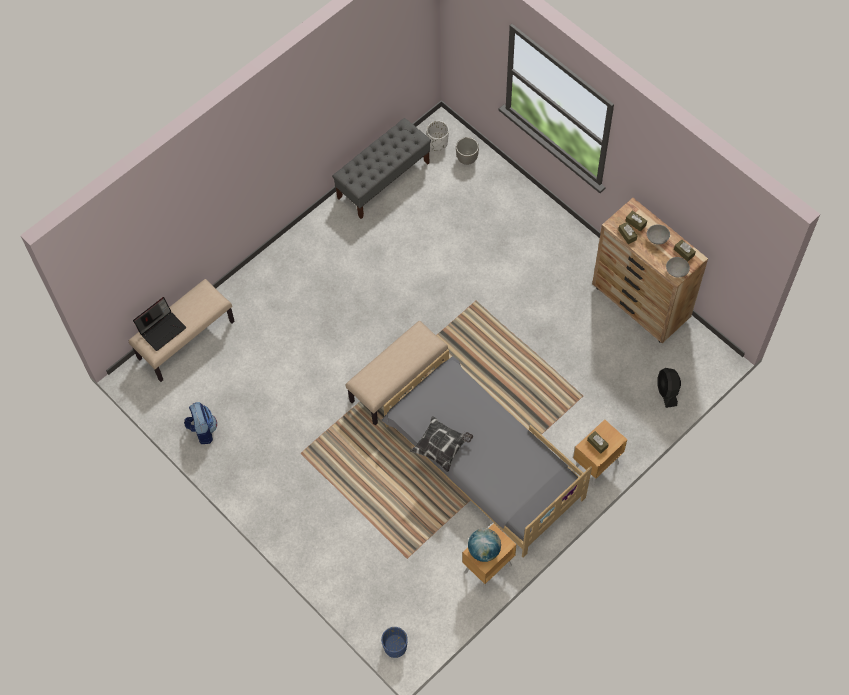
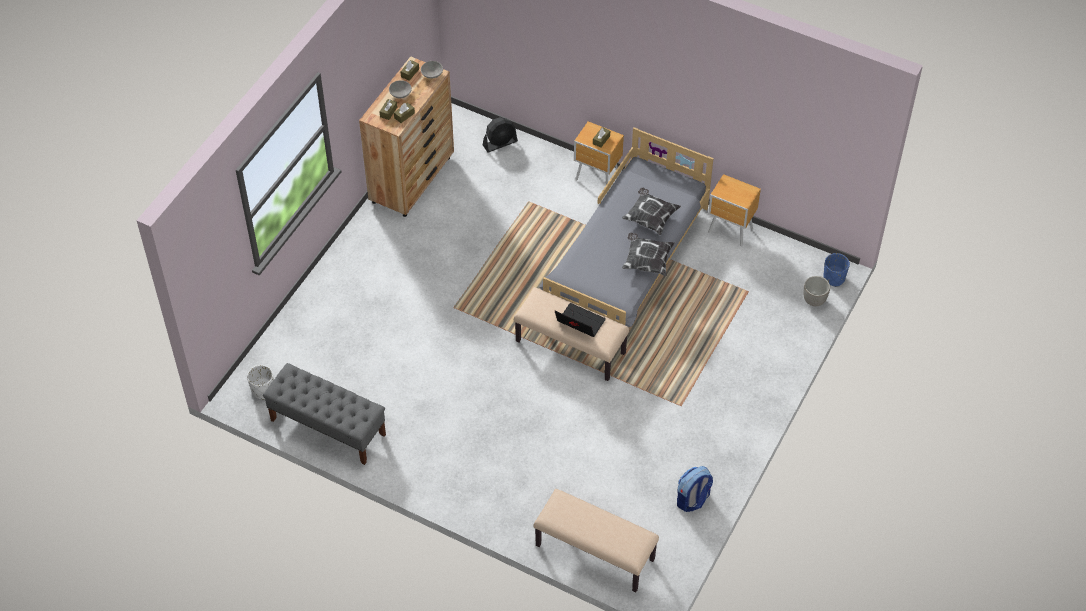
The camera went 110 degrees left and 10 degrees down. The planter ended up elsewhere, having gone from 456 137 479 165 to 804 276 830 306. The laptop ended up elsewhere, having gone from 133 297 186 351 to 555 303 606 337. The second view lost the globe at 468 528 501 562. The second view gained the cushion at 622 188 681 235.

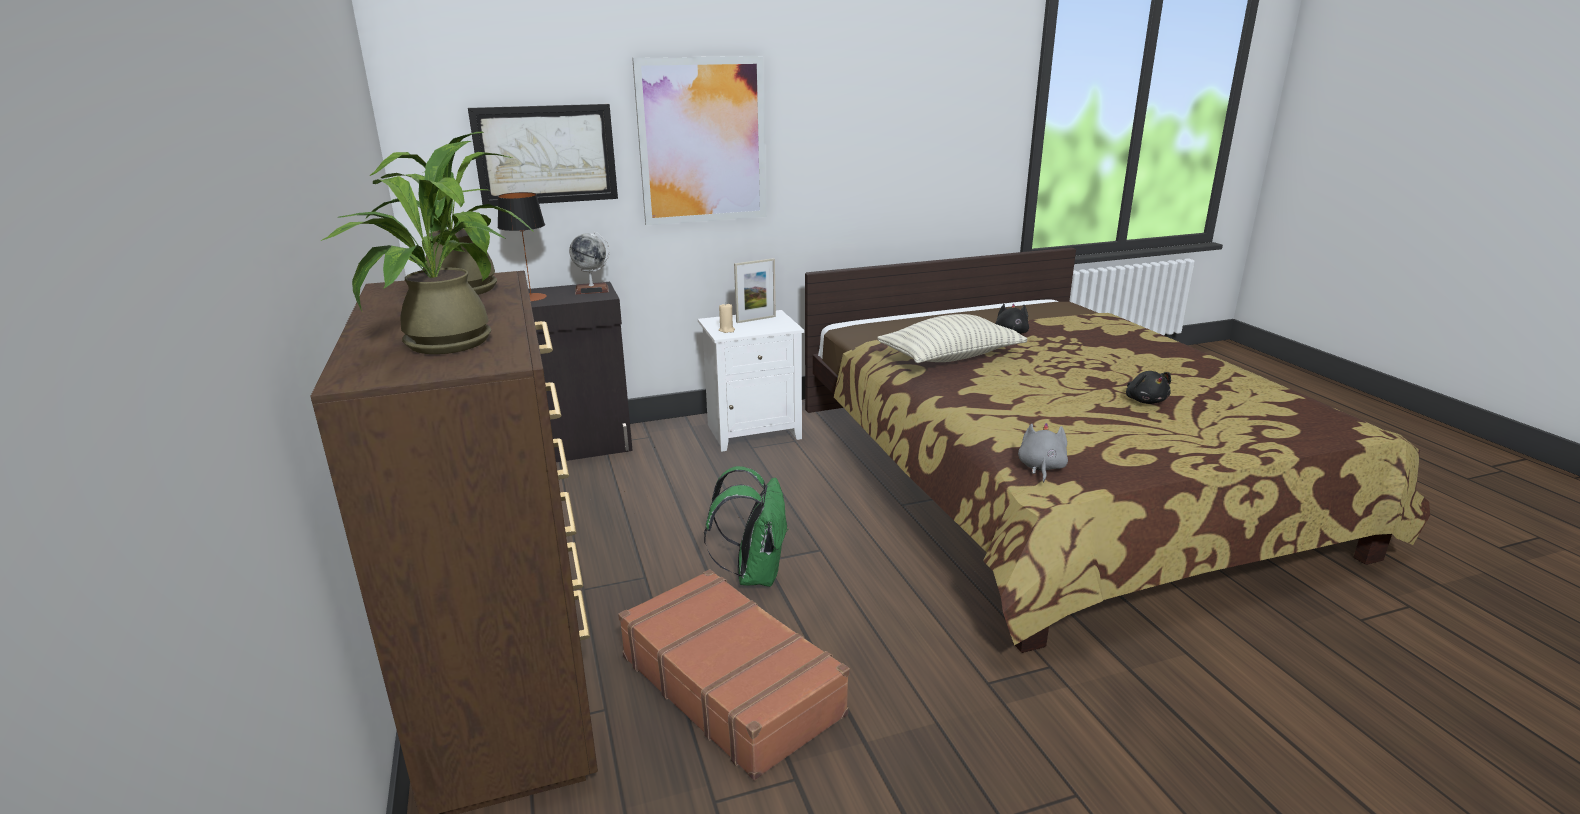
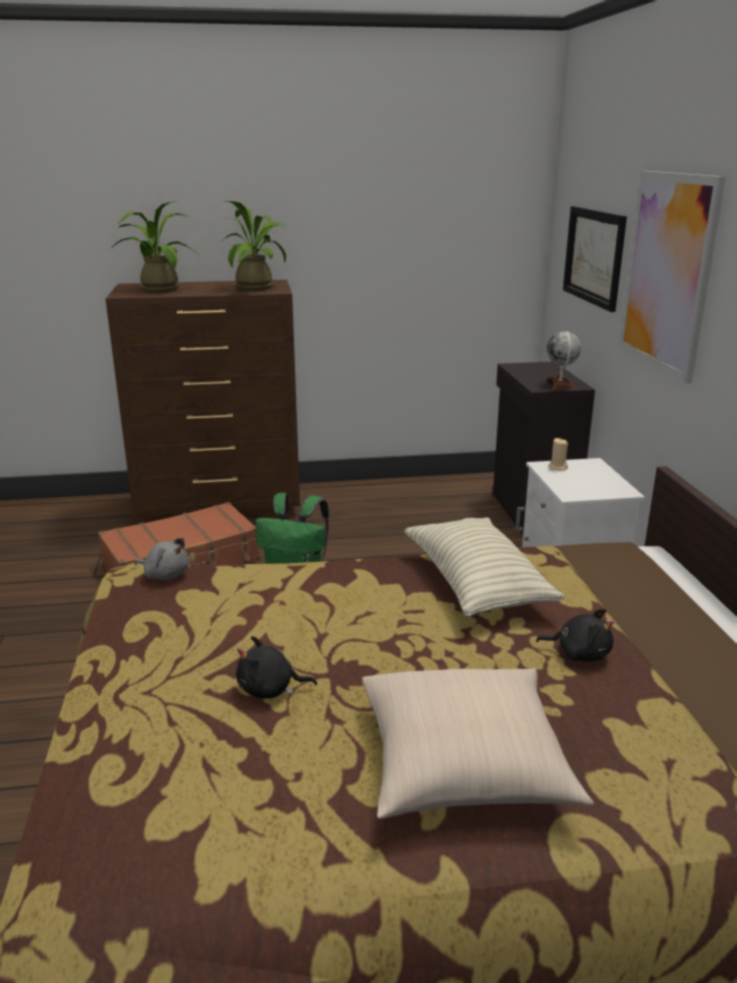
The camera went 100 degrees right and 0 degrees up. The second view lost the tabletop lamp at 498 192 547 301. The second view lost the standing frame at 734 258 776 323. The second view gained the beige cushion at 362 668 594 819.

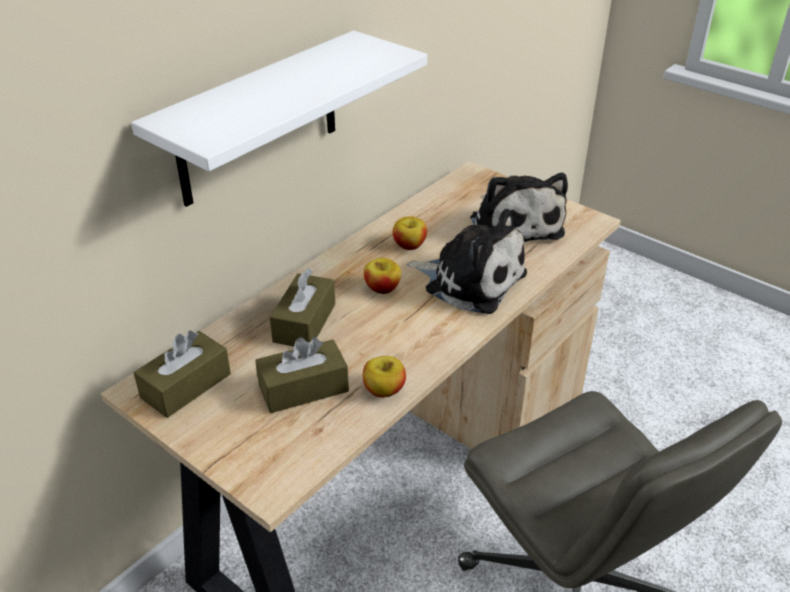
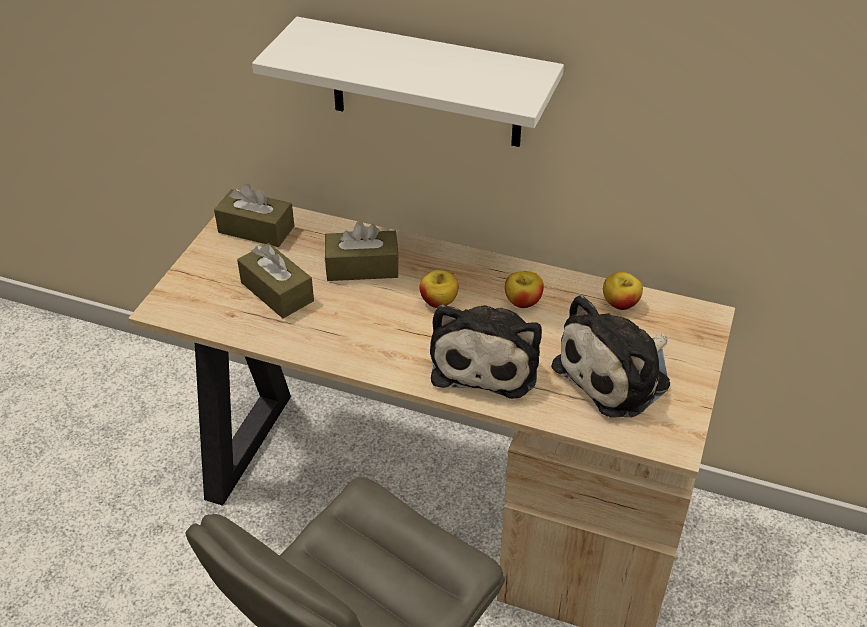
The camera went 70 degrees right and 5 degrees up. The whole apple ended up elsewhere, having gone from 363 356 406 397 to 603 272 643 310.

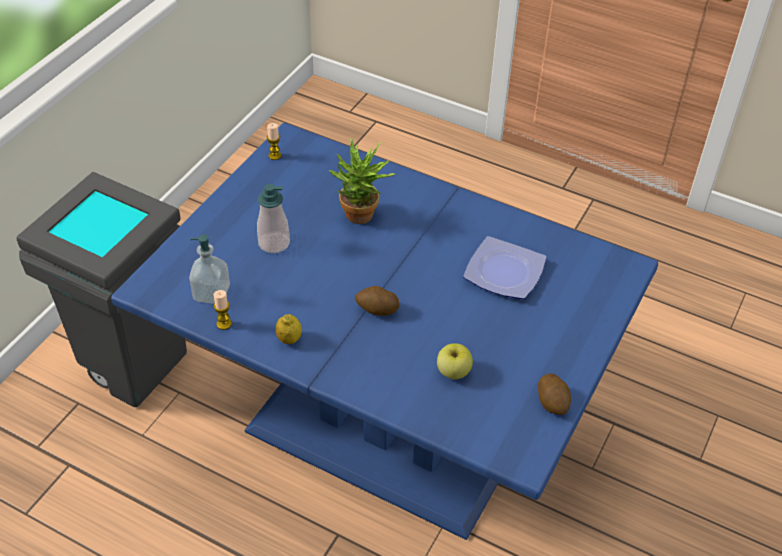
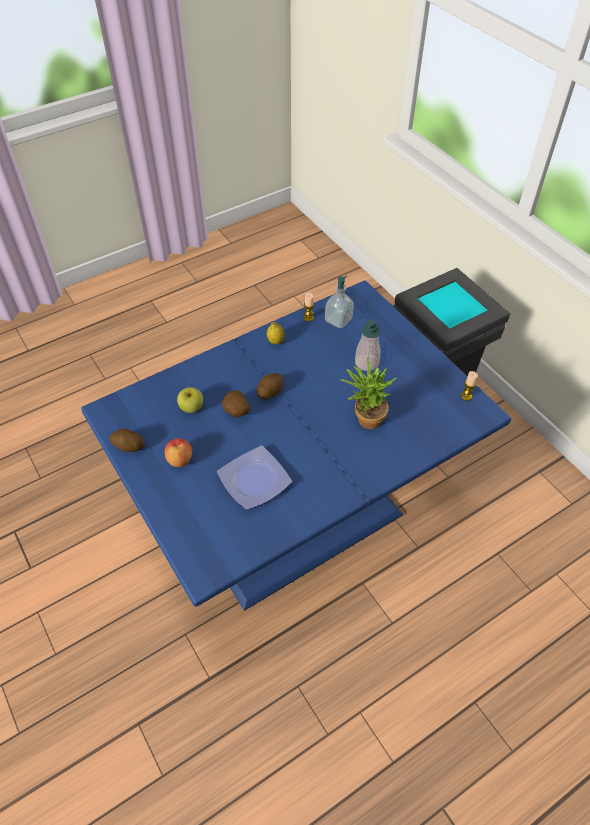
The camera went 120 degrees right and 5 degrees up. The second view gained the spud at 222 390 250 417. The second view gained the whole apple at 164 438 192 467.

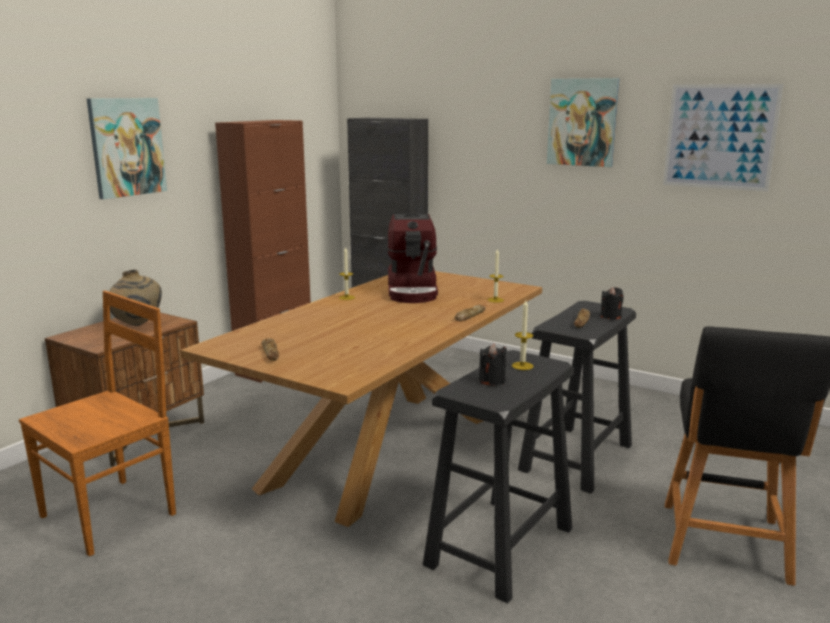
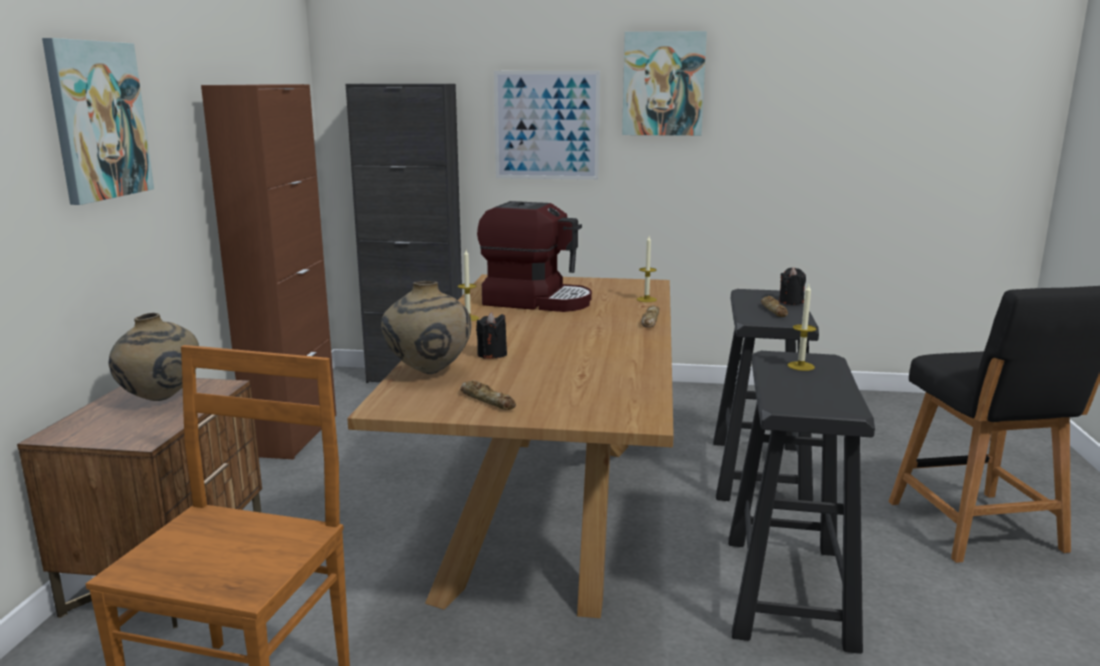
The camera went 25 degrees left and 0 degrees up. The wall art ended up elsewhere, having gone from 663 84 783 191 to 494 71 600 180. The coffee brewer at 387 214 438 303 ended up facing another way, 45 degrees counterclockwise from before. The blackish wax light ended up elsewhere, having gone from 479 344 507 386 to 476 312 507 359. The second view gained the beige decorative vase at 381 281 471 374.

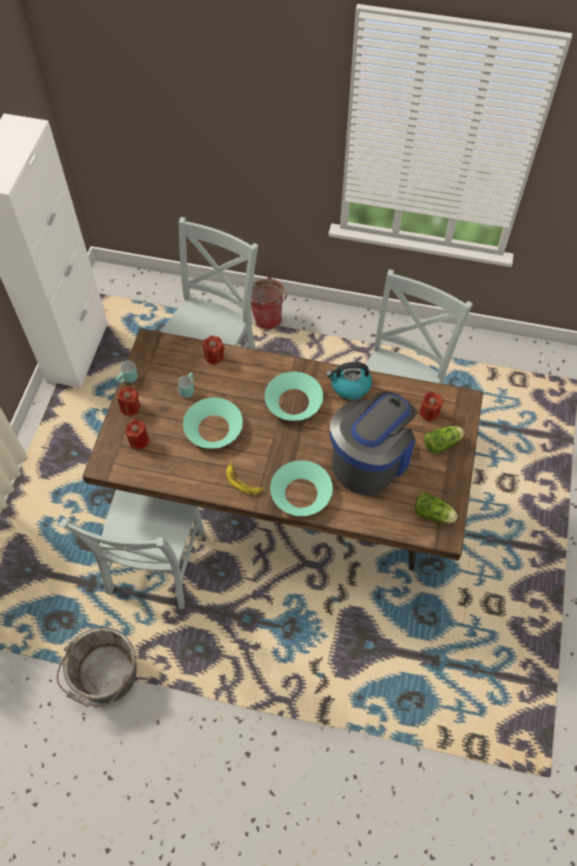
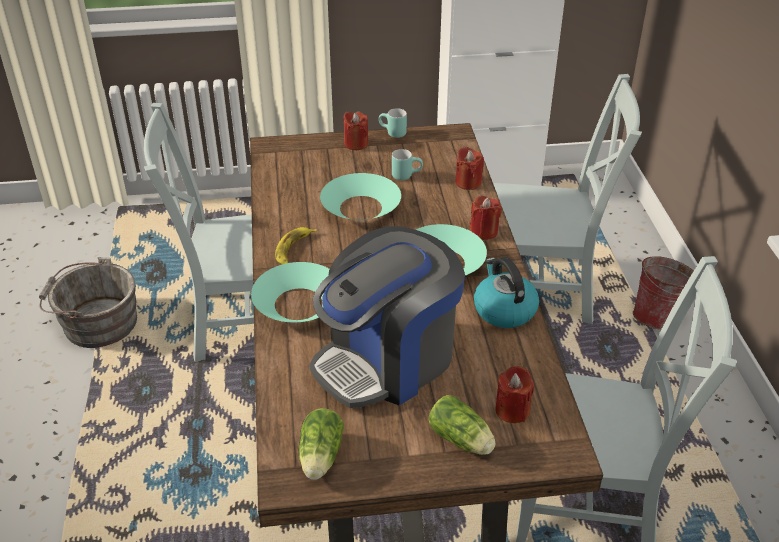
The camera went 70 degrees right and 20 degrees down. The coffee brewer at 330 391 417 496 ended up facing another way, 120 degrees clockwise from before. The reddish wax light ended up elsewhere, having gone from 125 419 149 449 to 470 196 502 240.

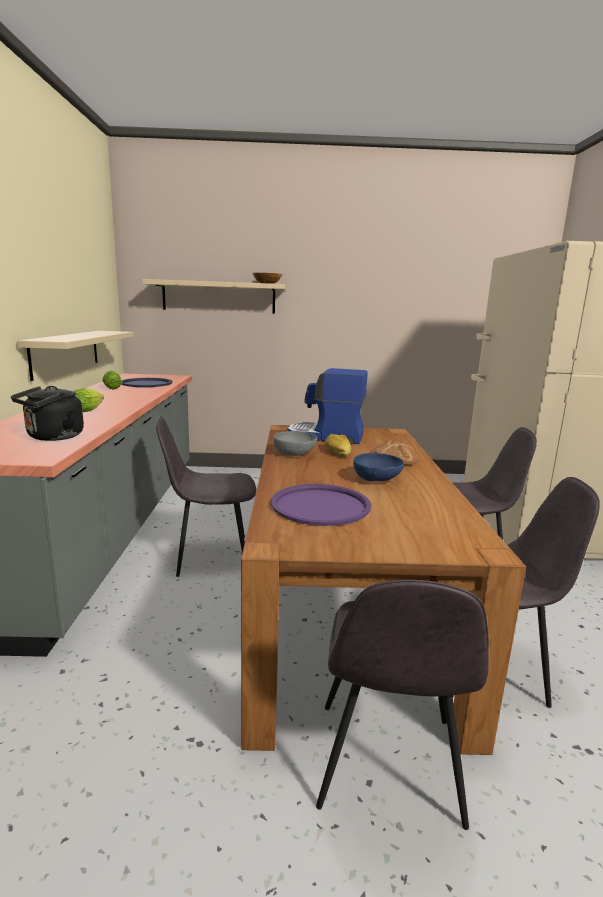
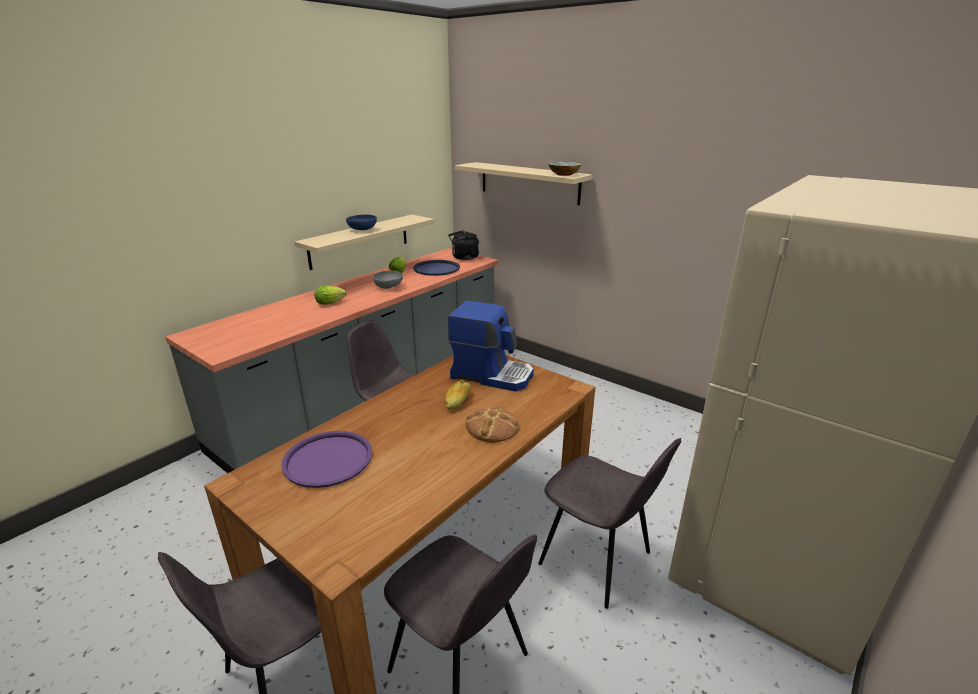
The camera went 40 degrees right and 10 degrees up. The coffee brewer at 287 368 368 444 ended up facing another way, 150 degrees clockwise from before. The blackish water kettle ended up elsewhere, having gone from 11 386 84 441 to 448 230 479 260. The grey deep dish ended up elsewhere, having gone from 273 431 317 456 to 373 271 403 289. The bluish deep dish ended up elsewhere, having gone from 353 453 404 481 to 346 214 377 230.

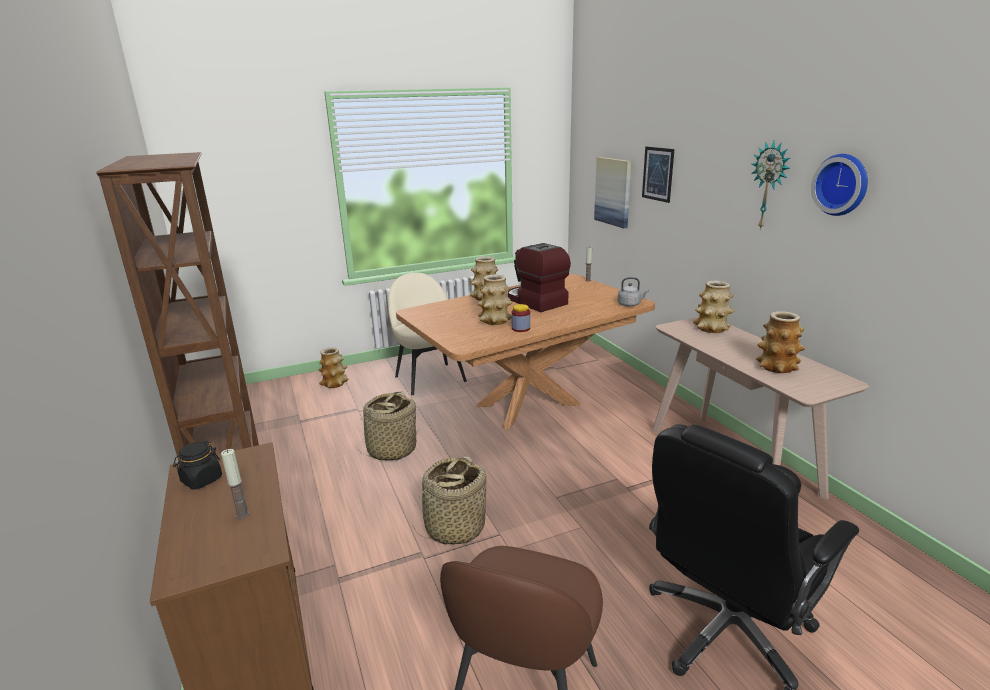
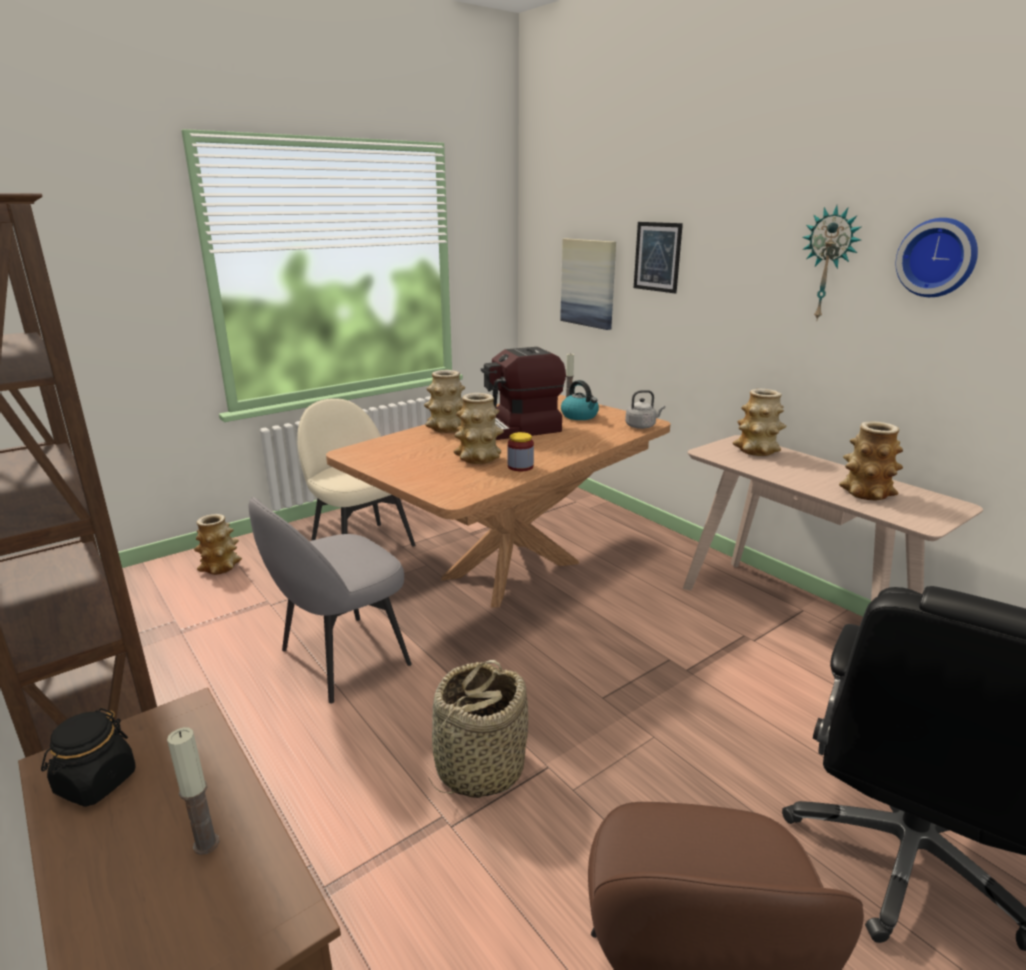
The camera went 15 degrees left and 0 degrees up. The coffee brewer at 508 243 571 312 ended up facing another way, 60 degrees counterclockwise from before. Where the storage basket stood at 353 392 418 461, the grey plain chair came to stand at 249 497 412 703. The second view gained the water kettle at 561 380 599 420.

